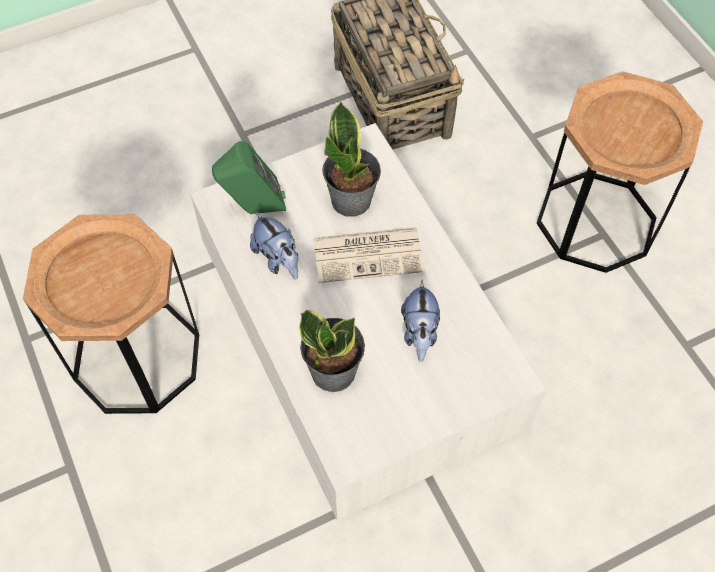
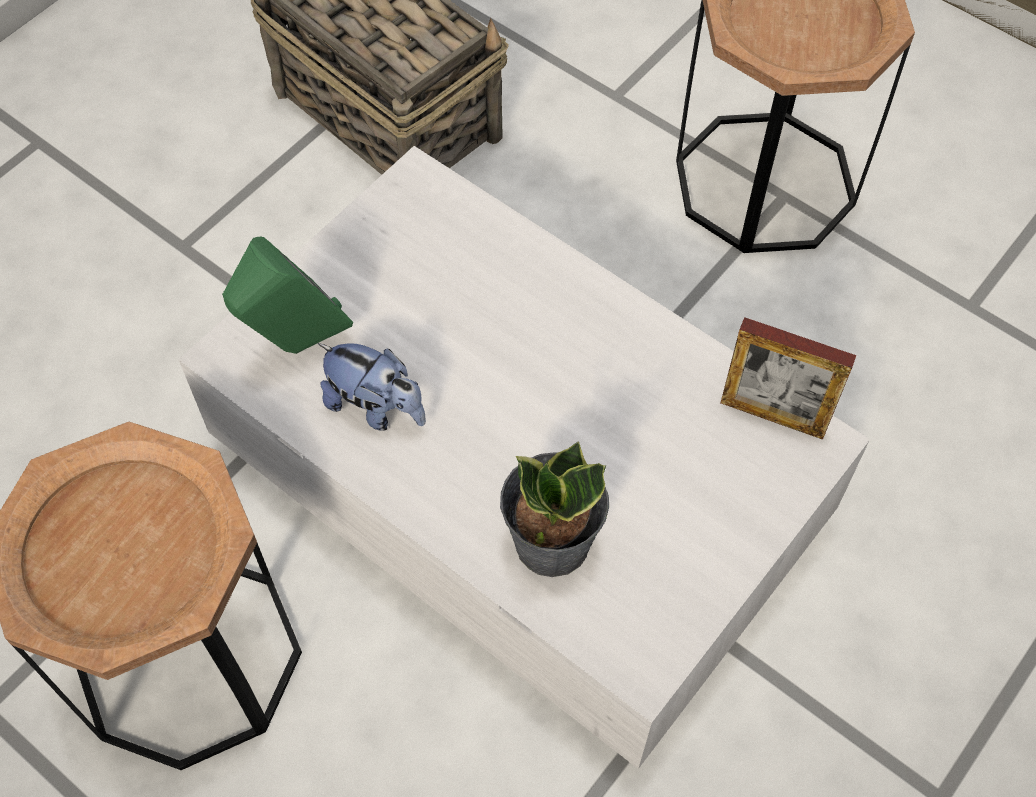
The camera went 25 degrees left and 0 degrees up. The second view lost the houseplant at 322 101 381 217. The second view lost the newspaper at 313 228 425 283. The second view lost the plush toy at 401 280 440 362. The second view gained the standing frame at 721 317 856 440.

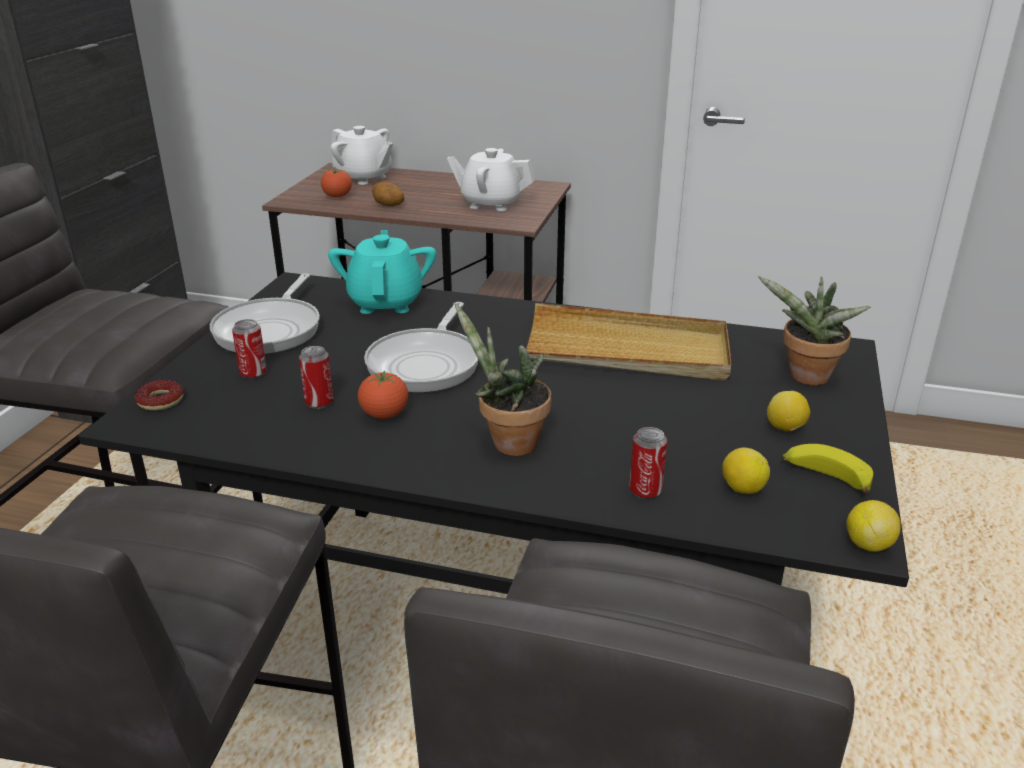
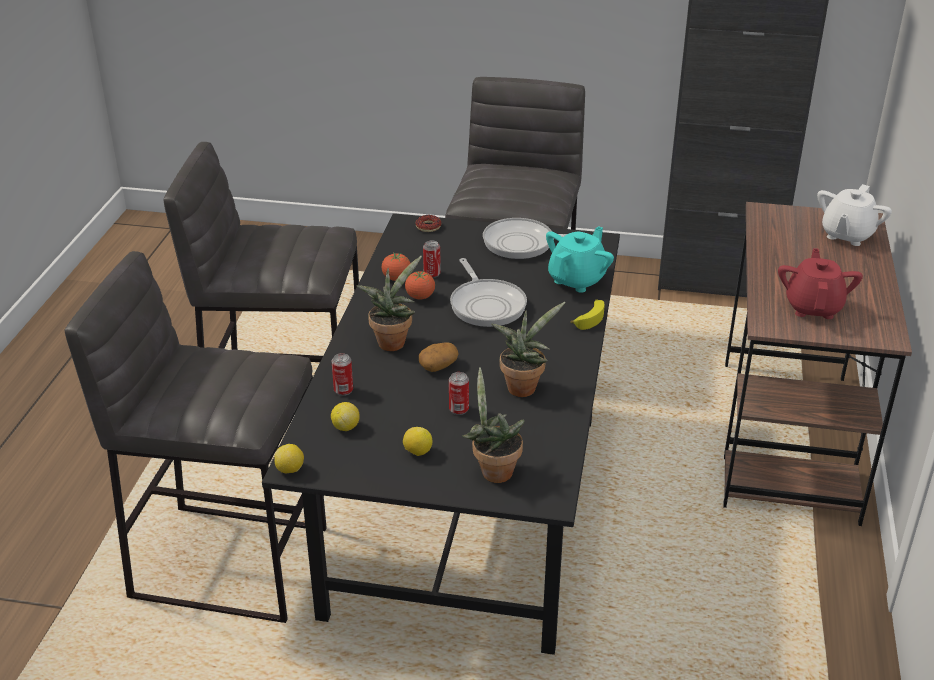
The camera went 85 degrees right and 5 degrees up. What was the white-coloured pot for tea at 447 148 535 211 turned into the reddish pot for tea at 778 248 863 319. The whole tomato ended up elsewhere, having gone from 321 168 352 198 to 382 253 411 281. The spud ended up elsewhere, having gone from 372 181 404 206 to 419 342 459 372. The turquoise pot for tea at 328 230 436 314 ended up facing another way, 45 degrees counterclockwise from before. The frying pan at 364 302 478 393 ended up facing another way, 120 degrees counterclockwise from before. Where the beige carrying tray stood at 526 303 731 380, the houseplant came to stand at 491 302 566 397. The metal can ended up elsewhere, having gone from 232 319 267 379 to 449 372 469 415. The whole banana ended up elsewhere, having gone from 782 444 873 493 to 571 299 604 330.

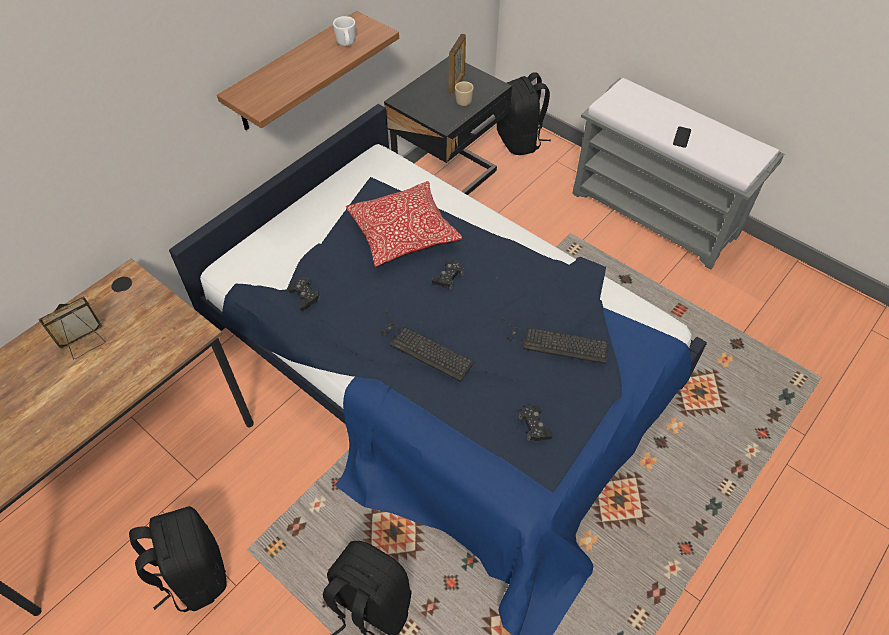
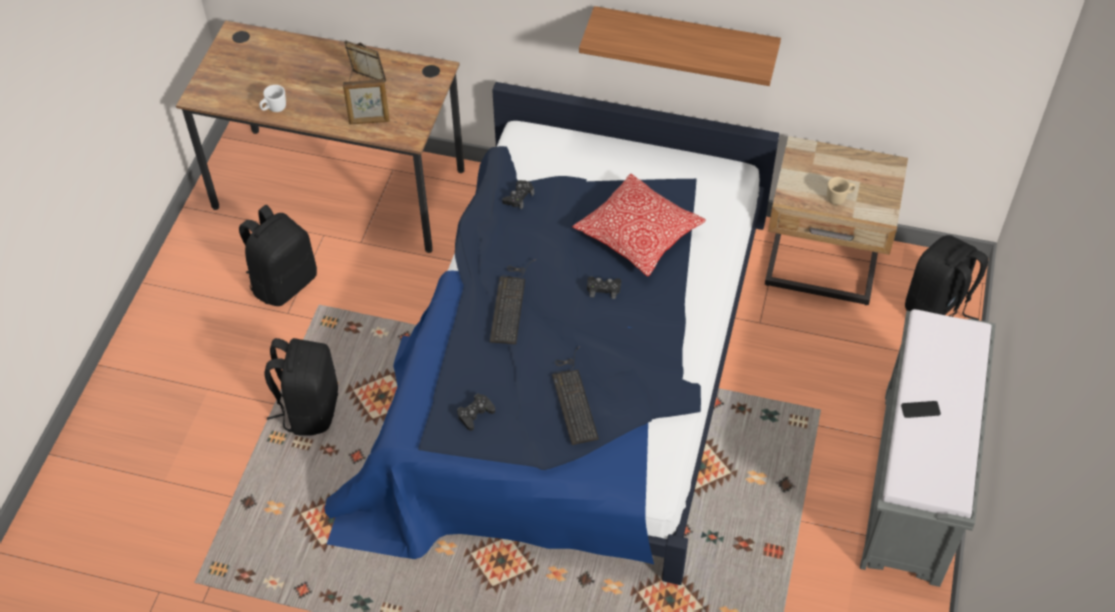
The camera went 65 degrees right and 0 degrees up. The white-coloured tea mug ended up elsewhere, having gone from 333 16 355 46 to 259 85 286 112. The standing frame ended up elsewhere, having gone from 449 34 466 94 to 343 79 389 124. What was the blackish bedside table at 384 56 512 195 turned into the beige bedside table at 765 136 908 305.

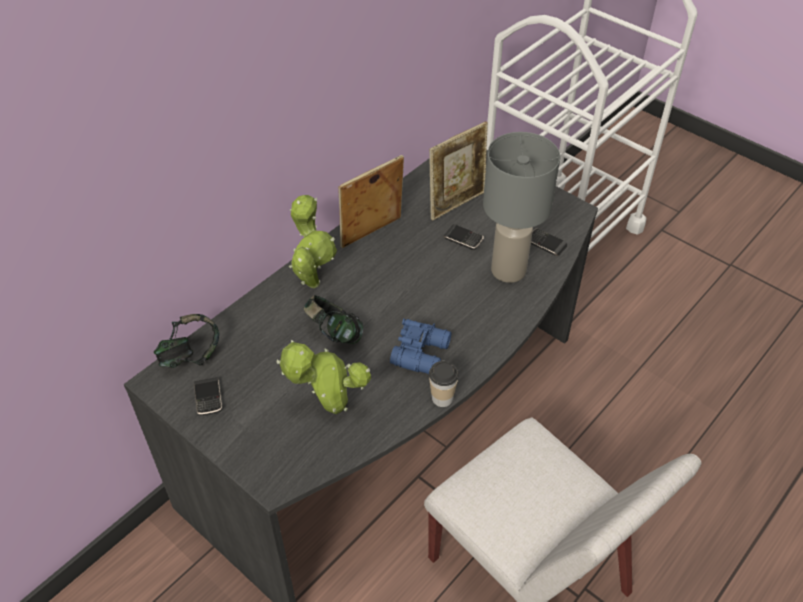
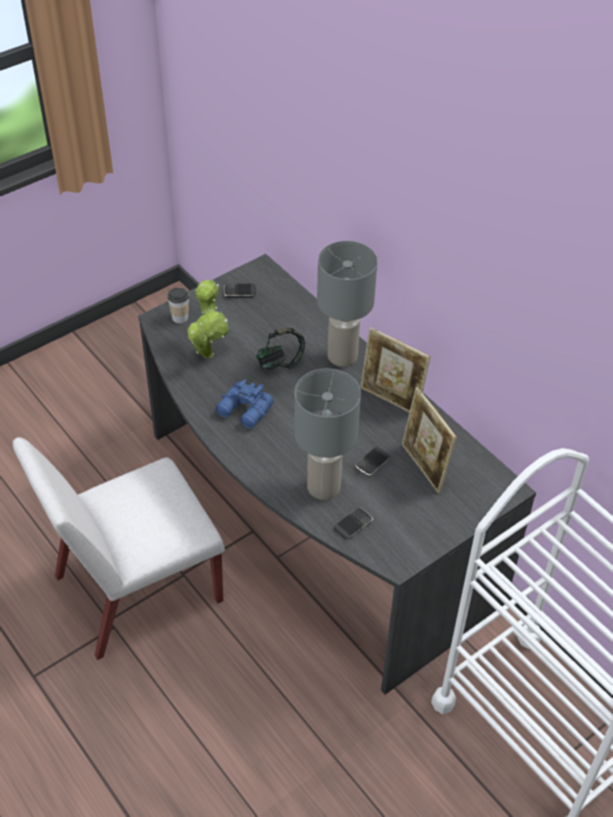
The camera went 100 degrees right and 0 degrees up. The standing frame at 338 155 404 248 ended up facing another way, 150 degrees clockwise from before. Where the houseplant stood at 289 195 337 288, the grey tabletop lamp came to stand at 317 241 377 367. The second view lost the pair of headphones at 154 314 219 368. The small cup ended up elsewhere, having gone from 429 361 459 407 to 167 287 189 323.

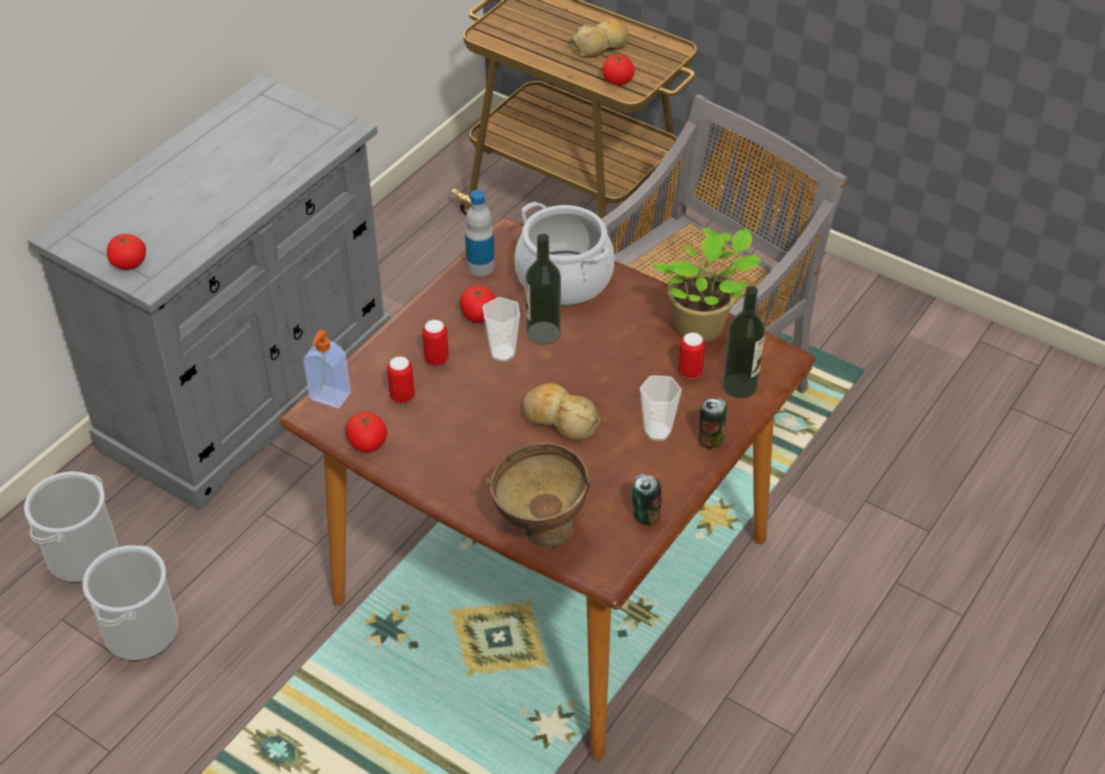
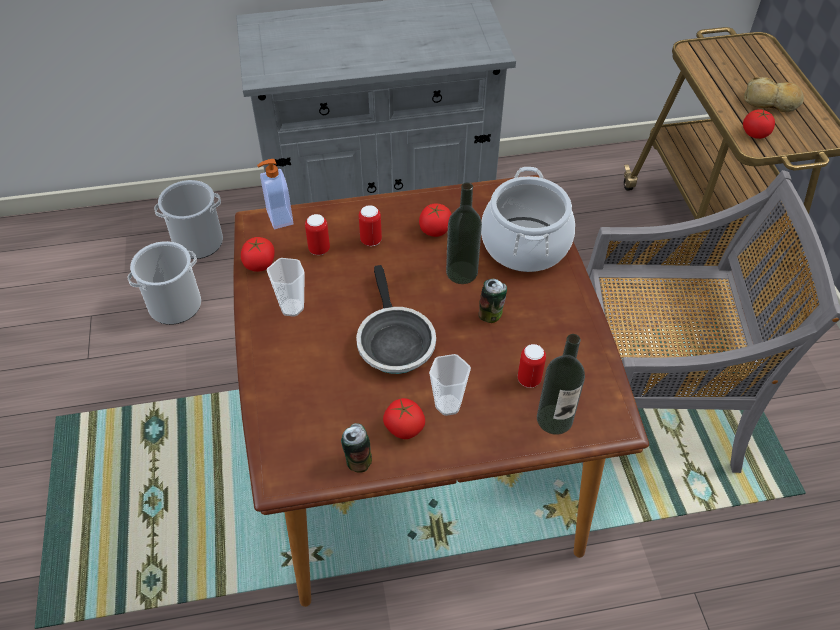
The camera went 45 degrees right and 5 degrees up. The second view lost the drink bottle at 465 190 495 276. The second view lost the houseplant at 652 227 762 342. The whole tomato ended up elsewhere, having gone from 107 234 146 270 to 383 398 425 439. The small cup ended up elsewhere, having gone from 483 297 520 362 to 267 258 305 317. Where the bakery bread stood at 523 383 601 440, the frying pan came to stand at 356 265 436 374. The metal can ended up elsewhere, having gone from 698 398 727 449 to 479 279 507 323. The second view lost the brownish deep dish at 485 443 591 548.

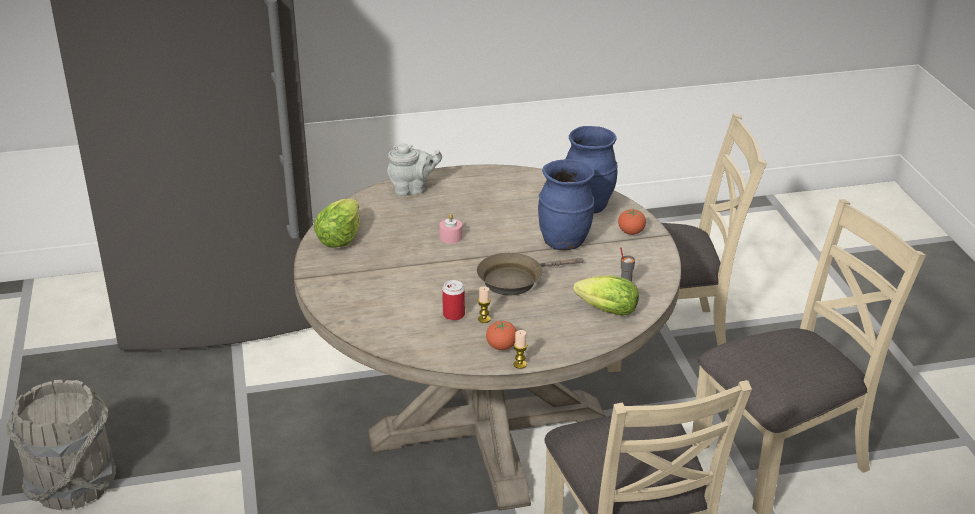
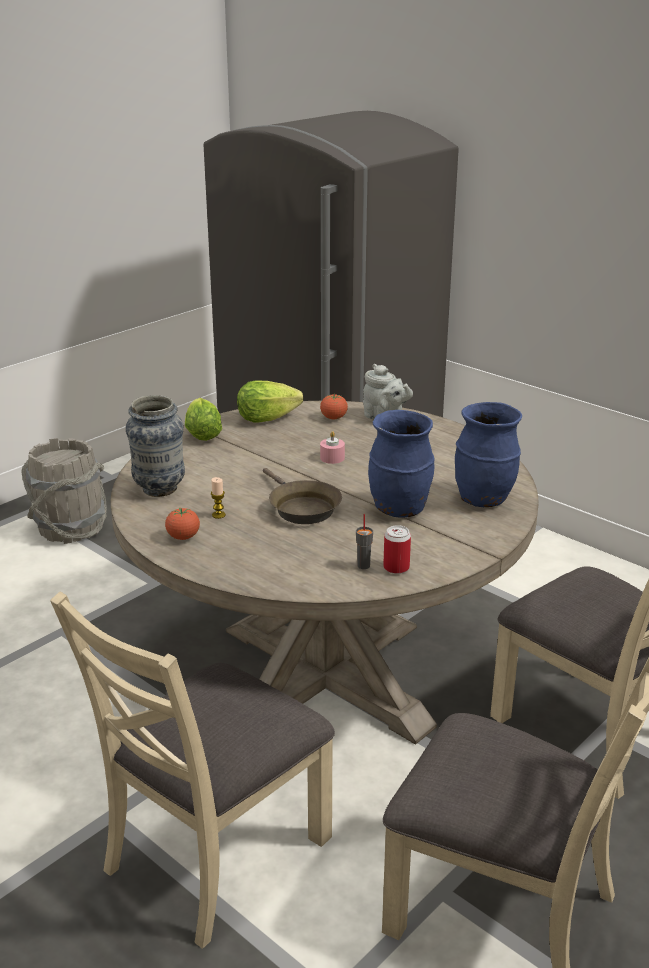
The camera went 55 degrees right and 5 degrees down. The whole tomato ended up elsewhere, having gone from 618 208 646 235 to 320 394 348 419. The brownish frying pan at 477 253 584 295 ended up facing another way, 150 degrees counterclockwise from before. The lettuce ended up elsewhere, having gone from 573 275 639 316 to 185 398 222 441. The metal can ended up elsewhere, having gone from 442 280 465 321 to 383 525 411 574. The second view lost the wax light at 514 330 527 369. The second view gained the decorative vase at 126 395 185 497.

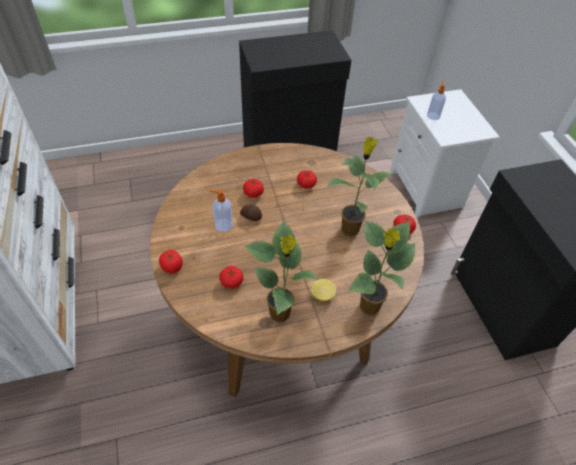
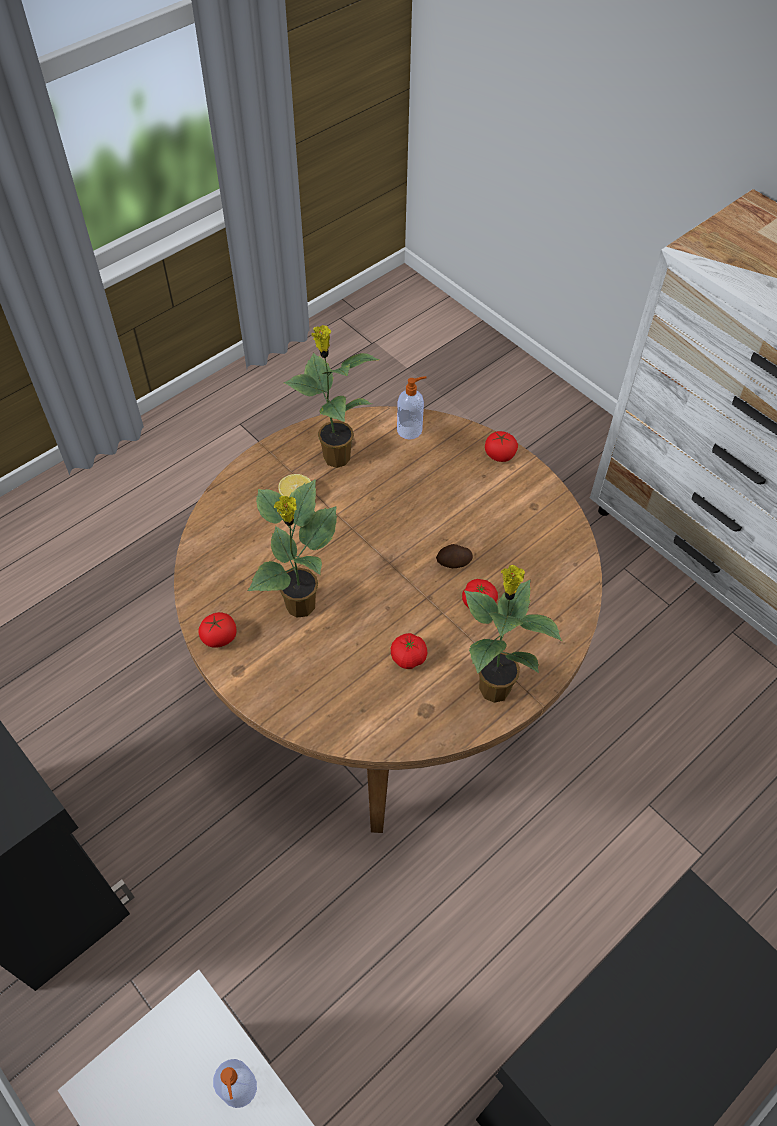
The camera went 155 degrees right and 5 degrees up. The soap bottle ended up elsewhere, having gone from 210 190 233 232 to 397 376 427 440. The houseplant ended up elsewhere, having gone from 348 221 416 315 to 464 565 562 703. The second view lost the whole tomato at 219 266 243 289.

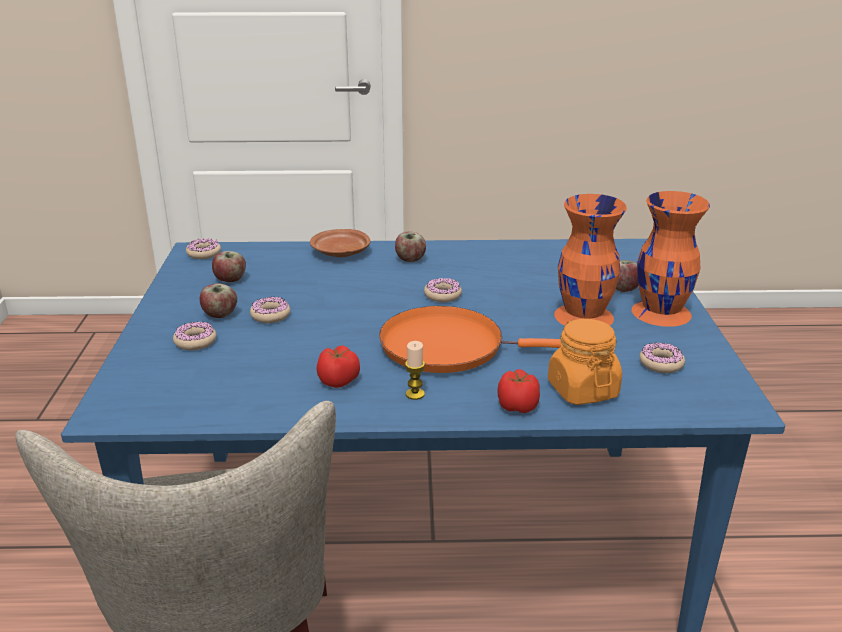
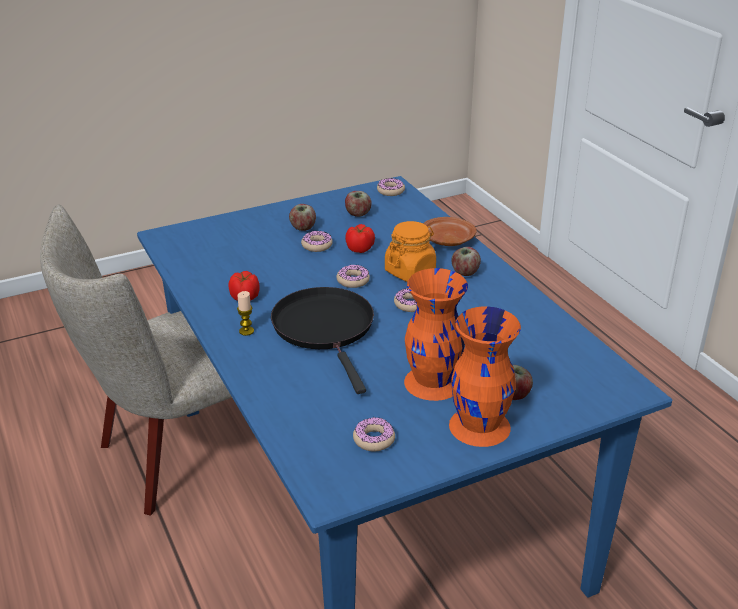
The camera went 65 degrees right and 5 degrees up. What was the orangey frying pan at 379 306 561 373 turned into the blackish frying pan at 271 287 374 394. The orangey preserve jar ended up elsewhere, having gone from 548 319 622 405 to 385 221 436 282. The donut ended up elsewhere, having gone from 173 321 216 350 to 337 265 370 288. The whole tomato ended up elsewhere, having gone from 497 369 540 413 to 345 224 375 253.

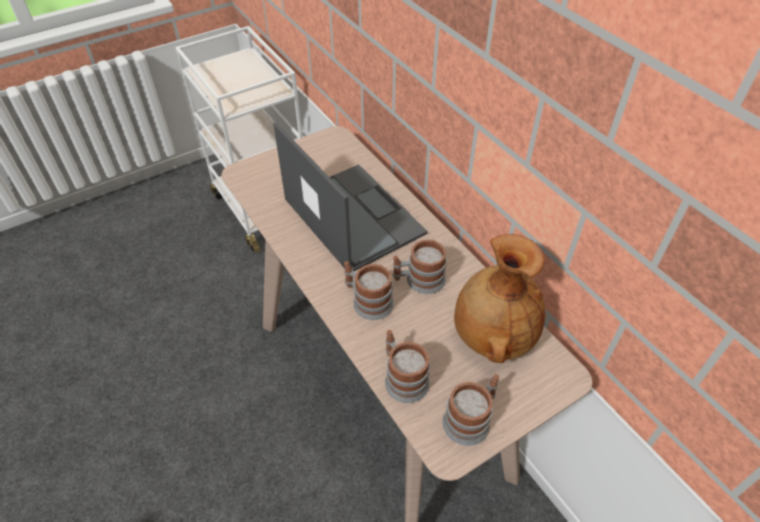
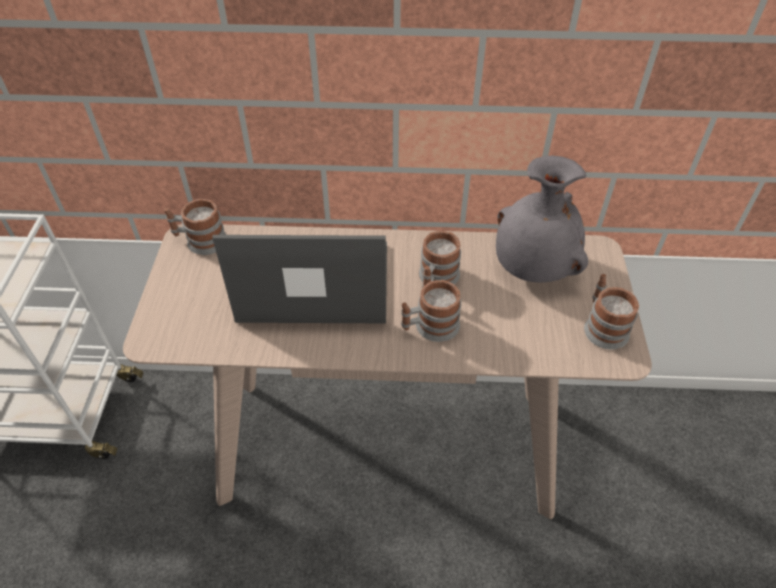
The camera went 55 degrees left and 0 degrees up. What was the brownish decorative vase at 454 234 545 363 turned into the grey decorative vase at 496 155 588 282. The tea mug ended up elsewhere, having gone from 385 330 430 403 to 164 199 226 255.

